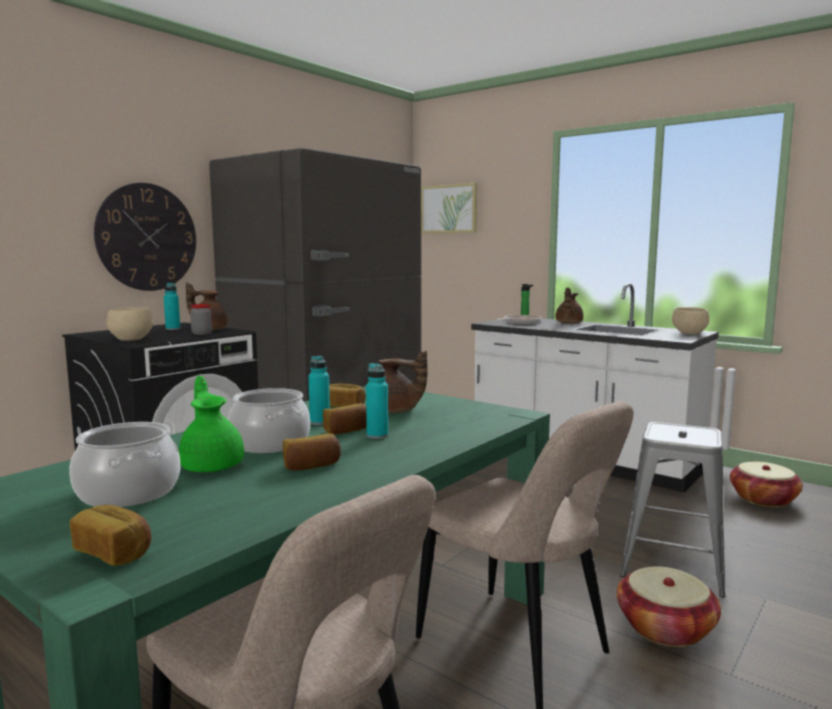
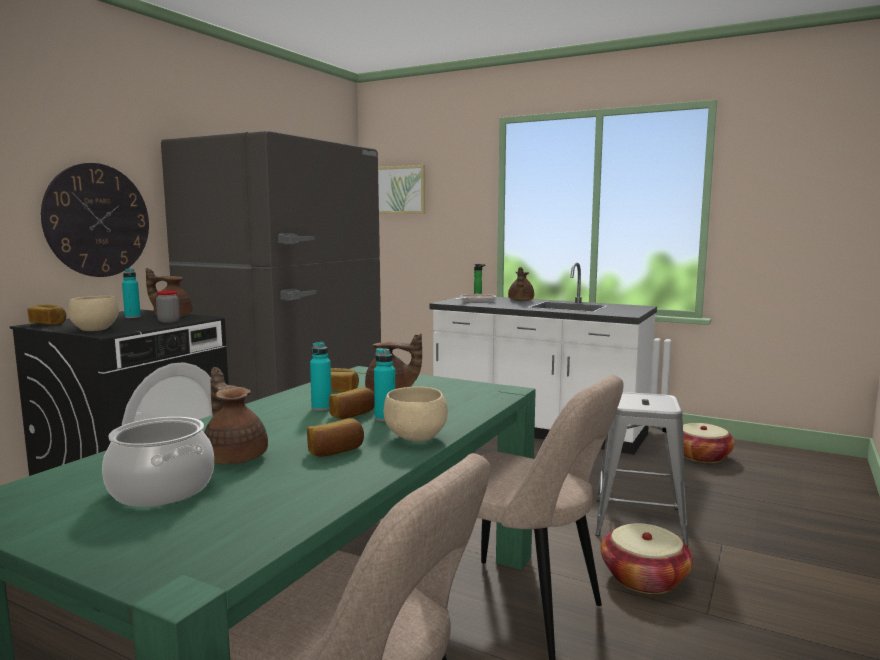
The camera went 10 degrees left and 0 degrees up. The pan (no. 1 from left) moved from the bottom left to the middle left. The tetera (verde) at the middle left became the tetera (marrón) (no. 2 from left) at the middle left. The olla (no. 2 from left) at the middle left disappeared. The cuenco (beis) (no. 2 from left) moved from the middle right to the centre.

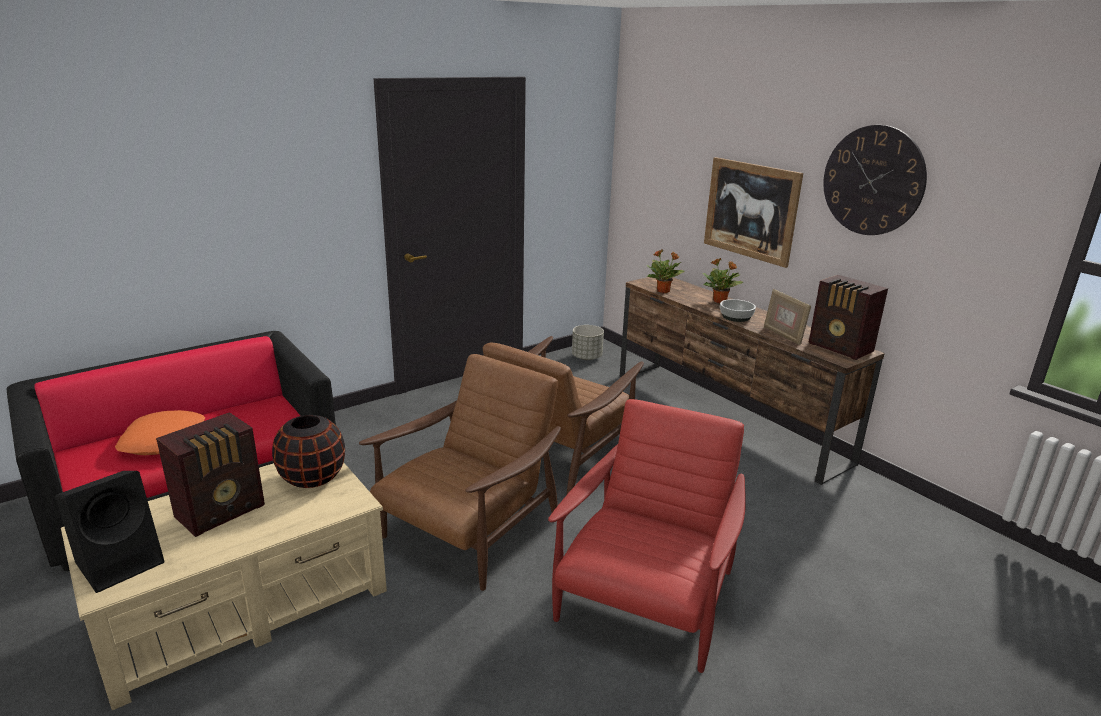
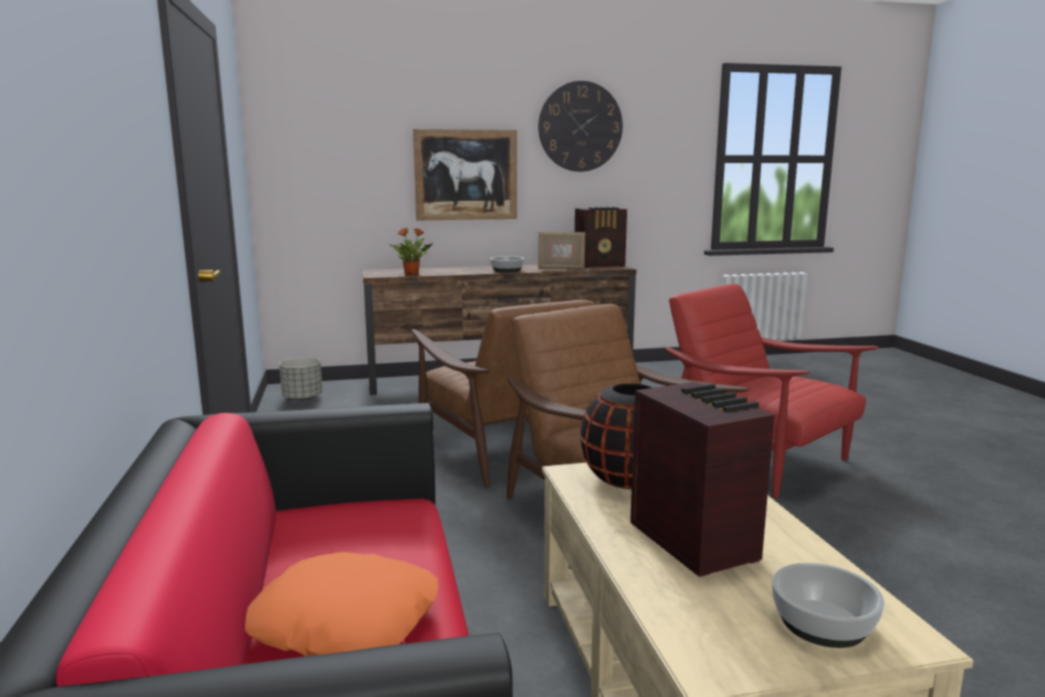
The camera went 65 degrees left and 10 degrees down. The altavoz (negro) at the bottom left was replaced by the cuenco (no. 2 from left) at the bottom right. The planta en maceta (no. 2 from left) at the centre disappeared.

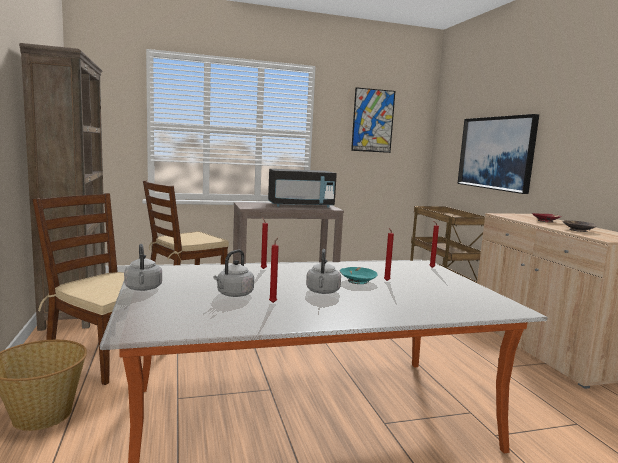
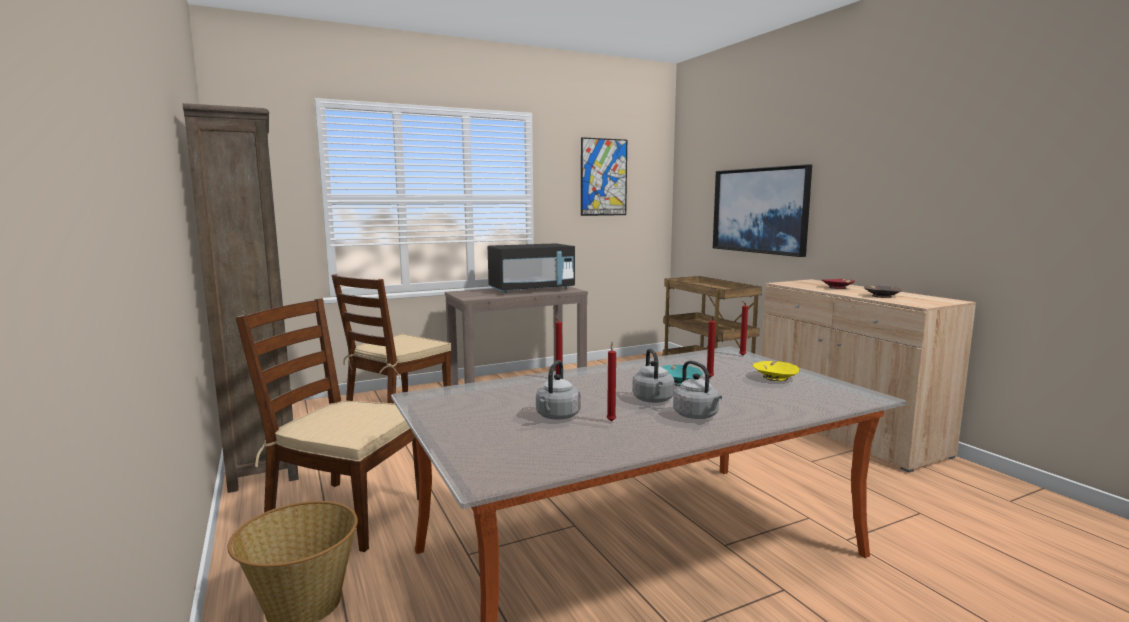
The camera went 10 degrees left and 0 degrees up. The hervidor (gris) (no. 1 from left in the first image) moved from the middle left to the centre. The cuenco (amarillo) at the middle right appeared.

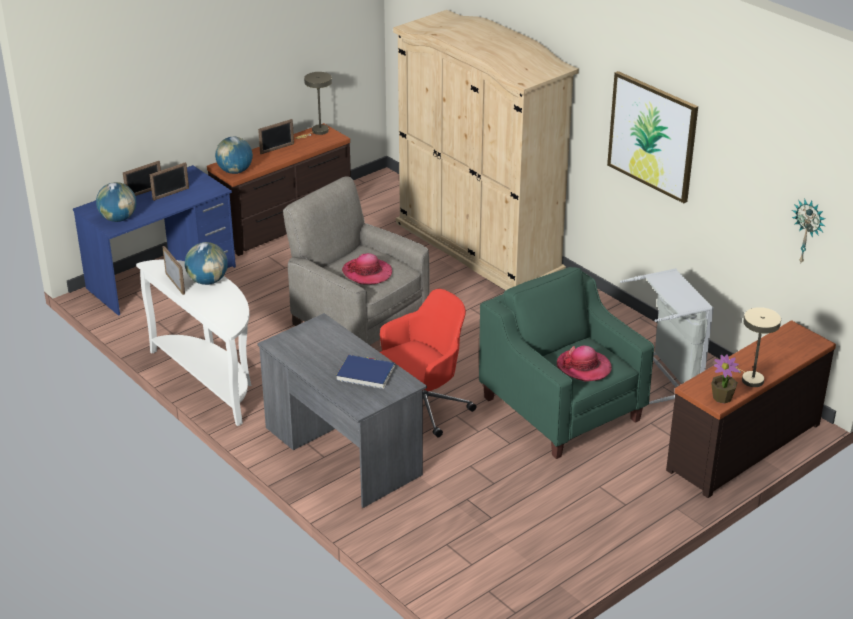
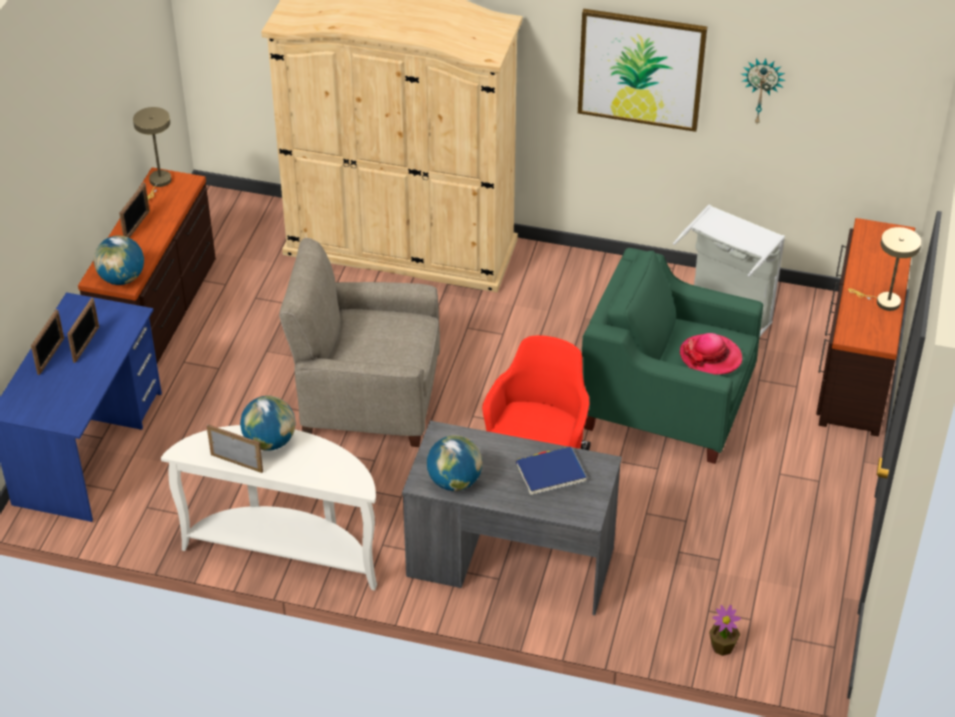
The camera went 35 degrees left and 10 degrees up. The globo terráqueo (no. 1 from left in the first image) moved from the top left to the centre. The sombrero (no. 1 from left) at the centre disappeared. The planta en maceta moved from the middle right to the bottom right. The reloj de pared moved from the middle right to the top right.

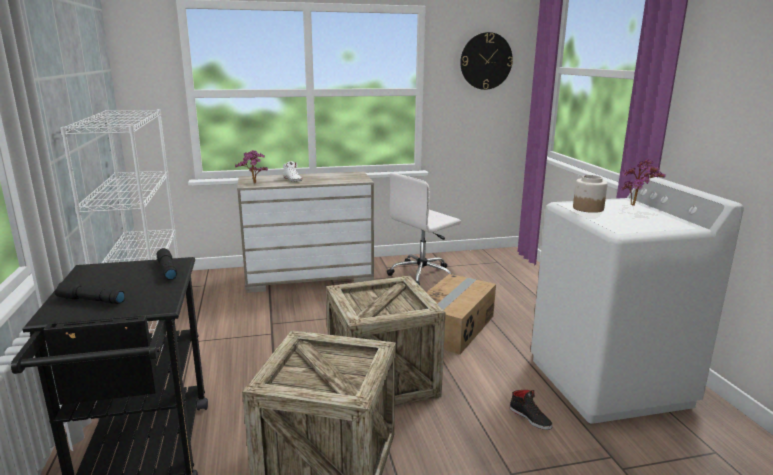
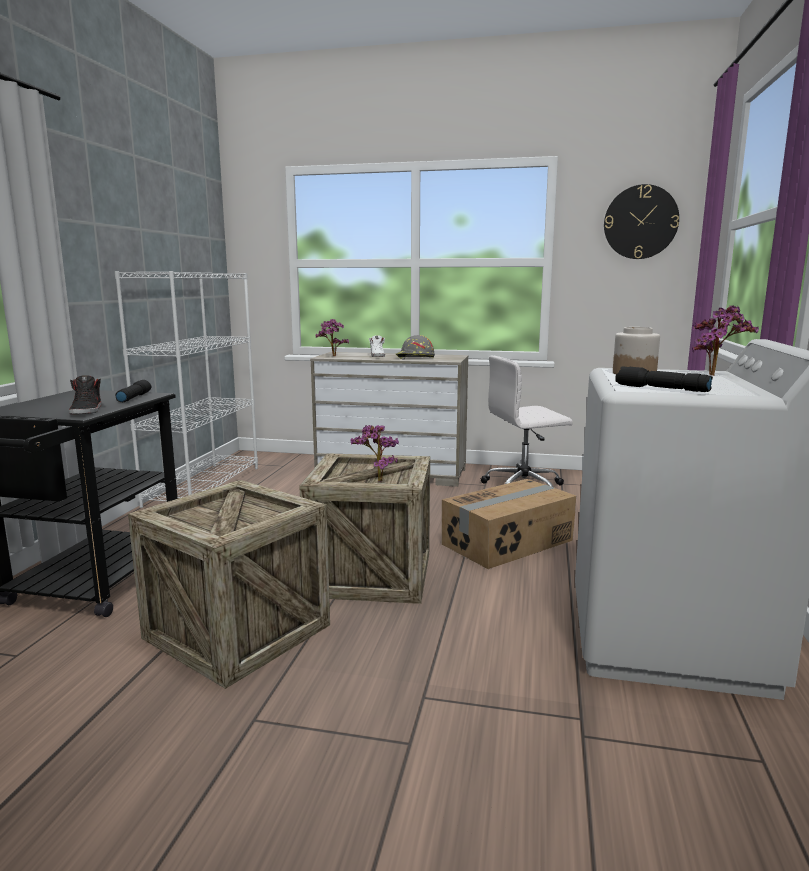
The camera went 25 degrees right and 5 degrees down. The linterna (negro) (no. 1 from left in the first image) moved from the middle left to the middle right. The zapato (negro) moved from the bottom right to the middle left. The planta en maceta (no. 2 from left) at the centre appeared. The casco (gris) at the centre appeared.

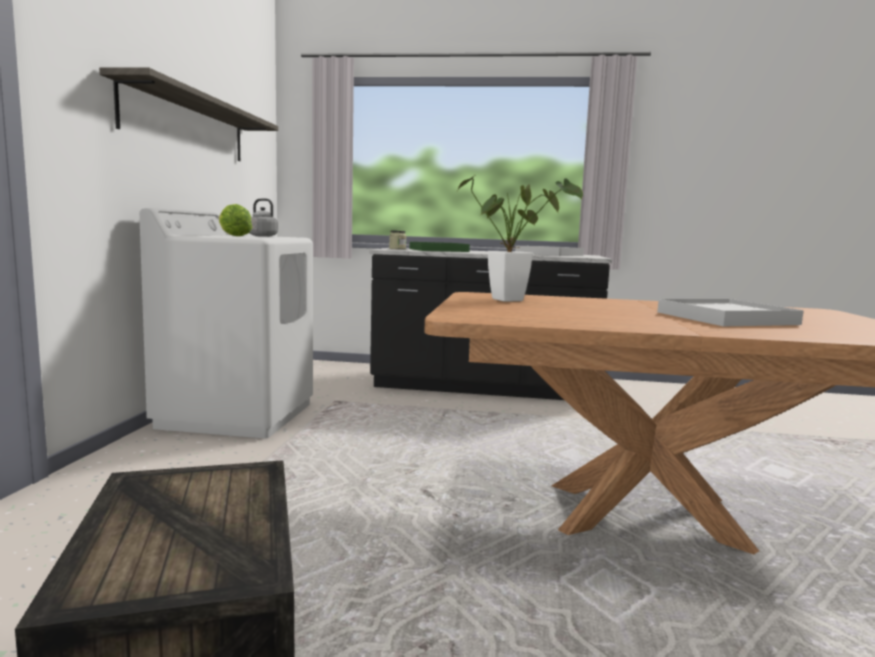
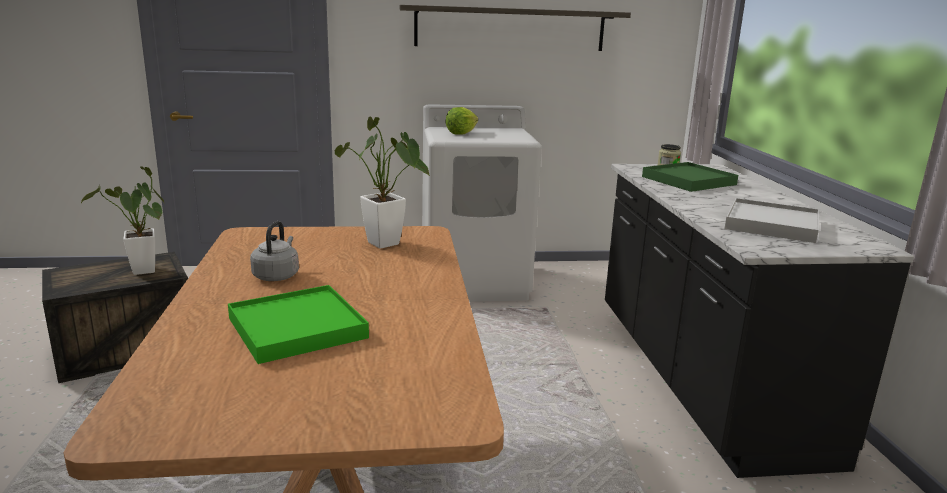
The camera went 75 degrees right and 10 degrees up. The hervidor (gris) moved from the top left to the middle left. The bandeja (blanco) (no. 2 from left) at the middle right became the bandeja (verde) (no. 1 from left) at the middle left. The planta en maceta (no. 1 from left) at the middle left appeared.

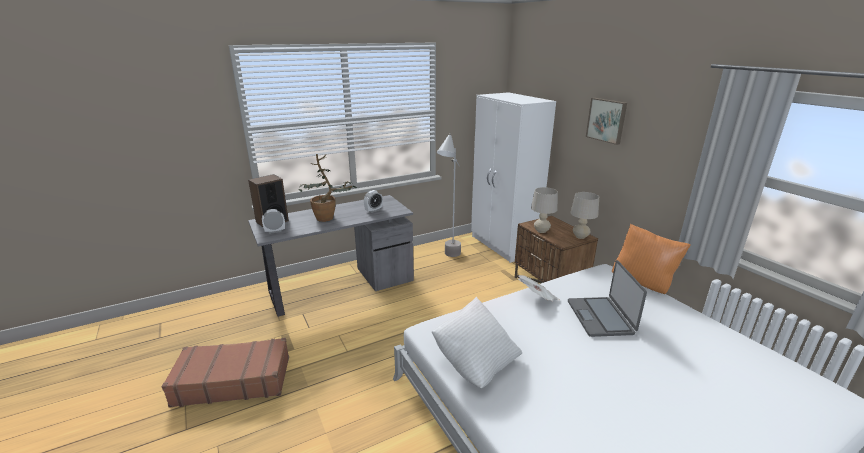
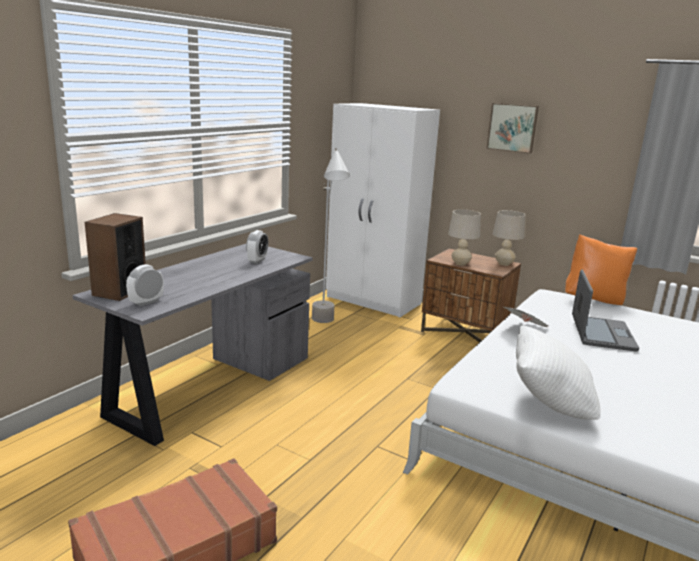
The camera went 30 degrees left and 5 degrees down. The planta en maceta at the centre disappeared. The portátil at the middle right turned 135 degrees counterclockwise.

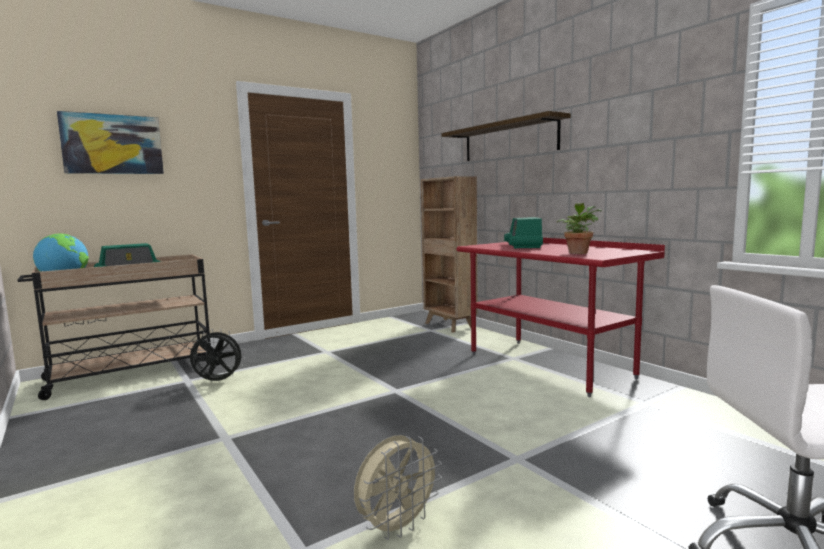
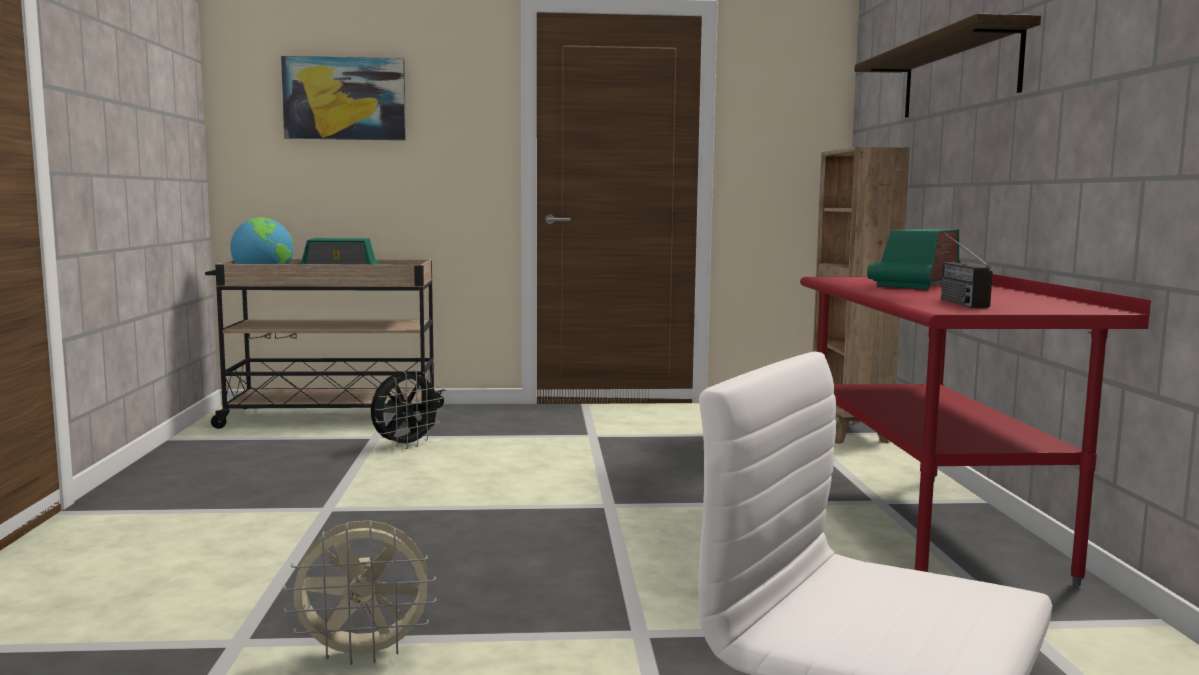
The camera went 30 degrees right and 0 degrees up. The ventilador (negro) at the middle left turned 105 degrees clockwise. The planta en maceta at the middle right was replaced by the radio (no. 3 from left) at the middle right.

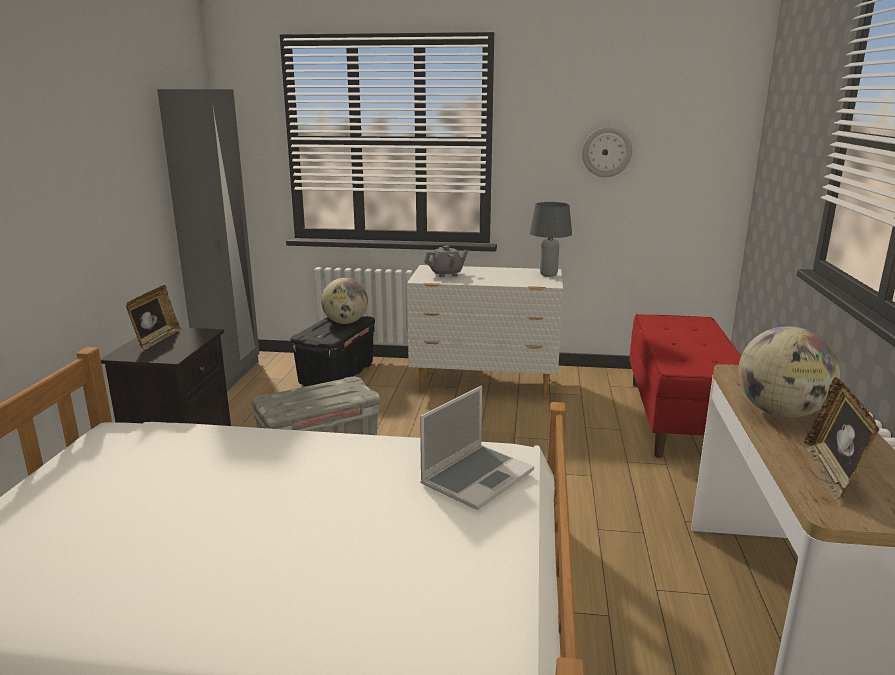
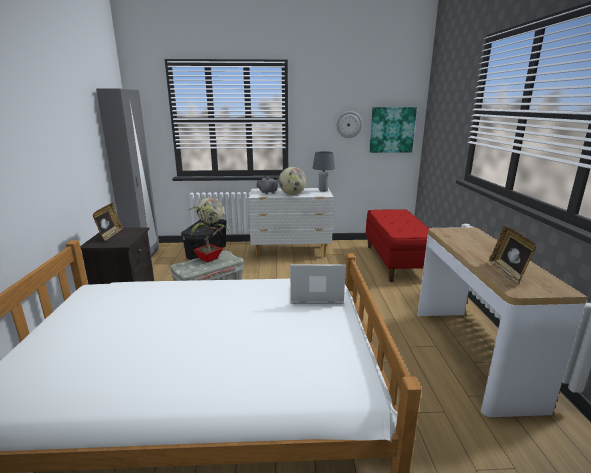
The camera went 10 degrees left and 0 degrees up. The portátil at the centre turned 120 degrees counterclockwise. The globo terráqueo (no. 2 from left) moved from the middle right to the centre. The planta en maceta at the centre appeared. The cuadro at the top centre appeared.

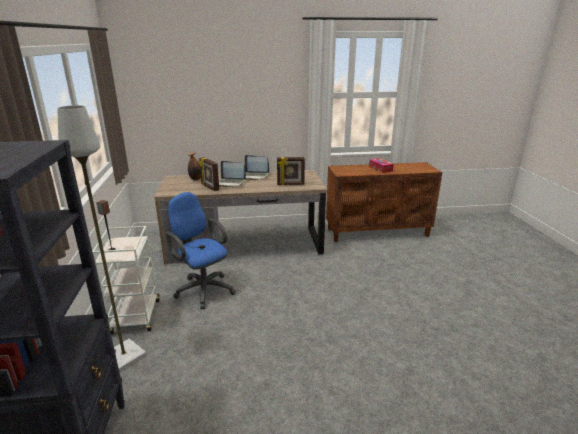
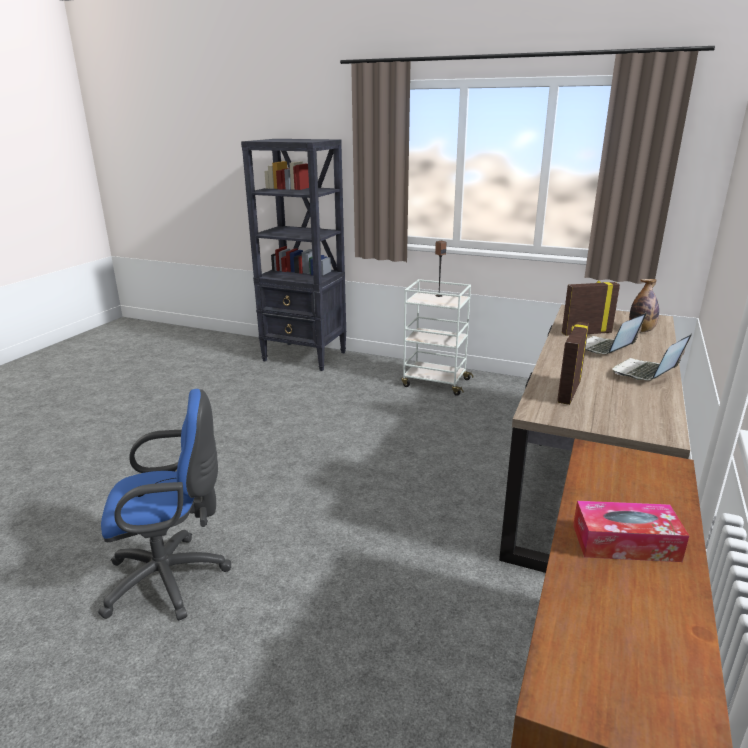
The camera went 120 degrees right and 0 degrees up. The lámpara de pie (gris) at the middle left disappeared. The silla de oficina (azul) moved from the centre to the bottom left.

